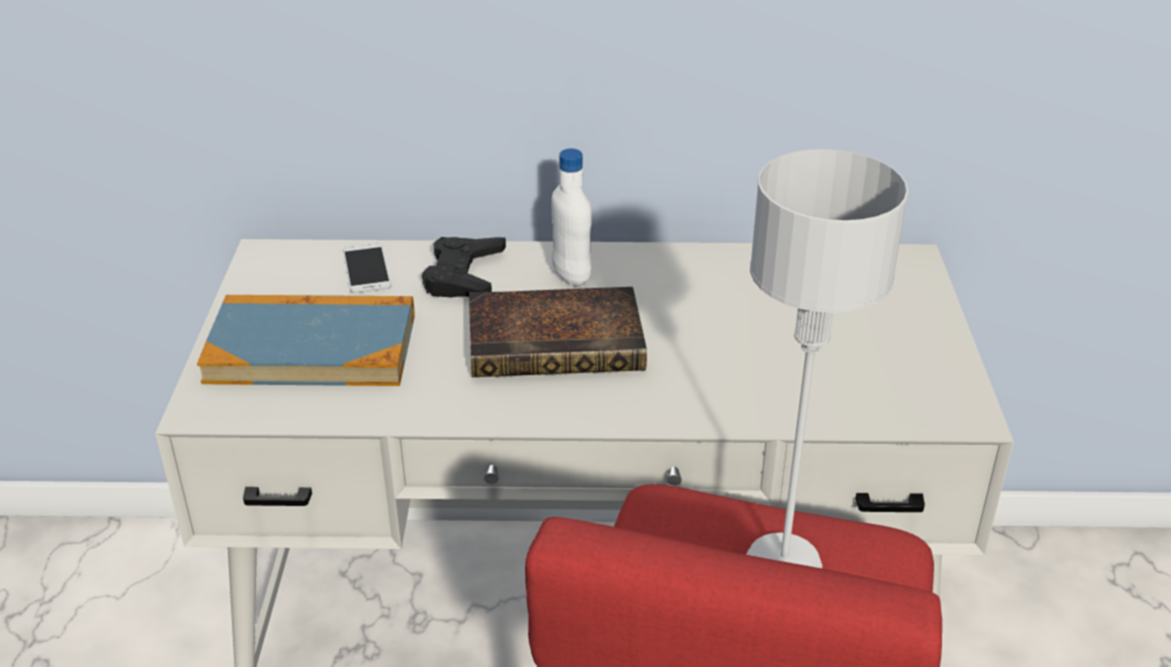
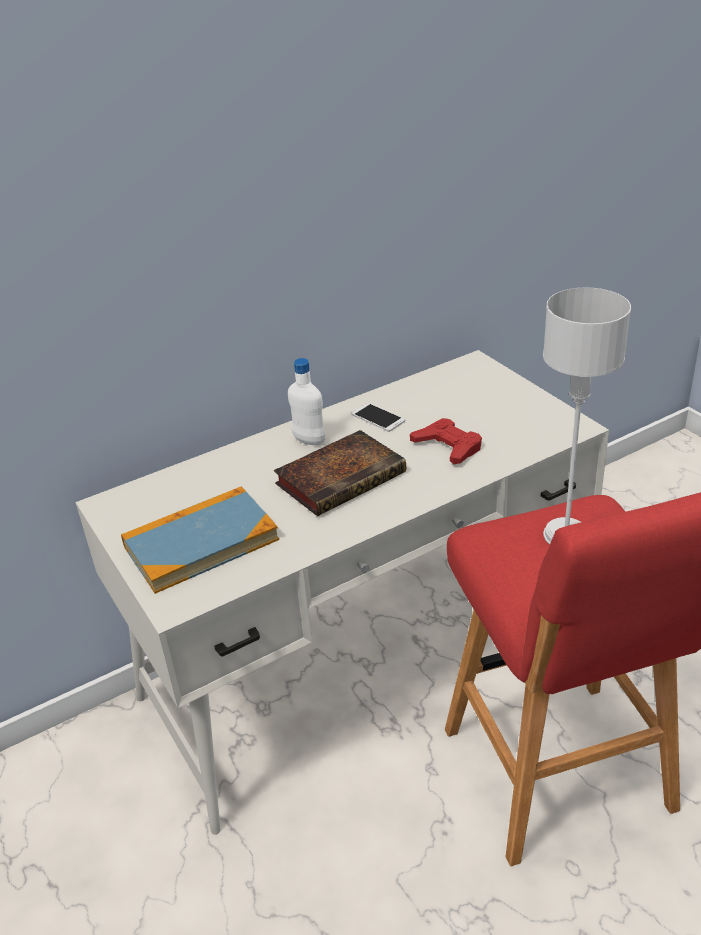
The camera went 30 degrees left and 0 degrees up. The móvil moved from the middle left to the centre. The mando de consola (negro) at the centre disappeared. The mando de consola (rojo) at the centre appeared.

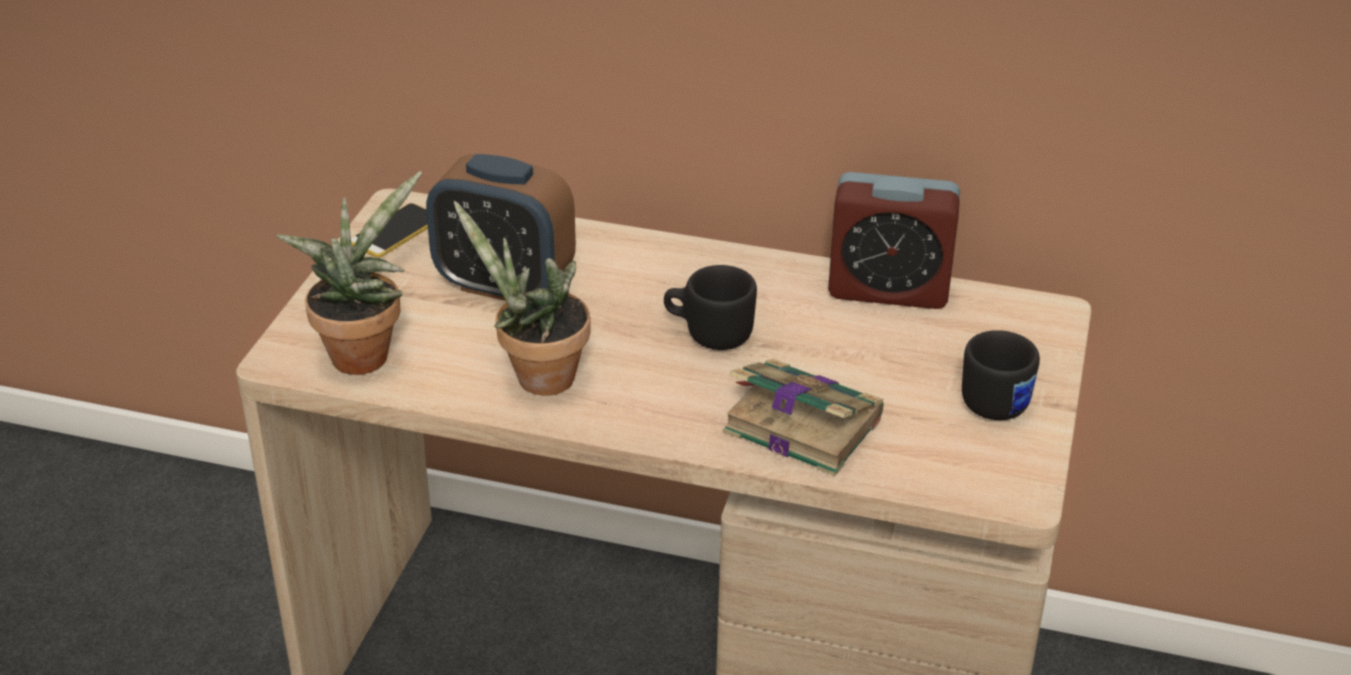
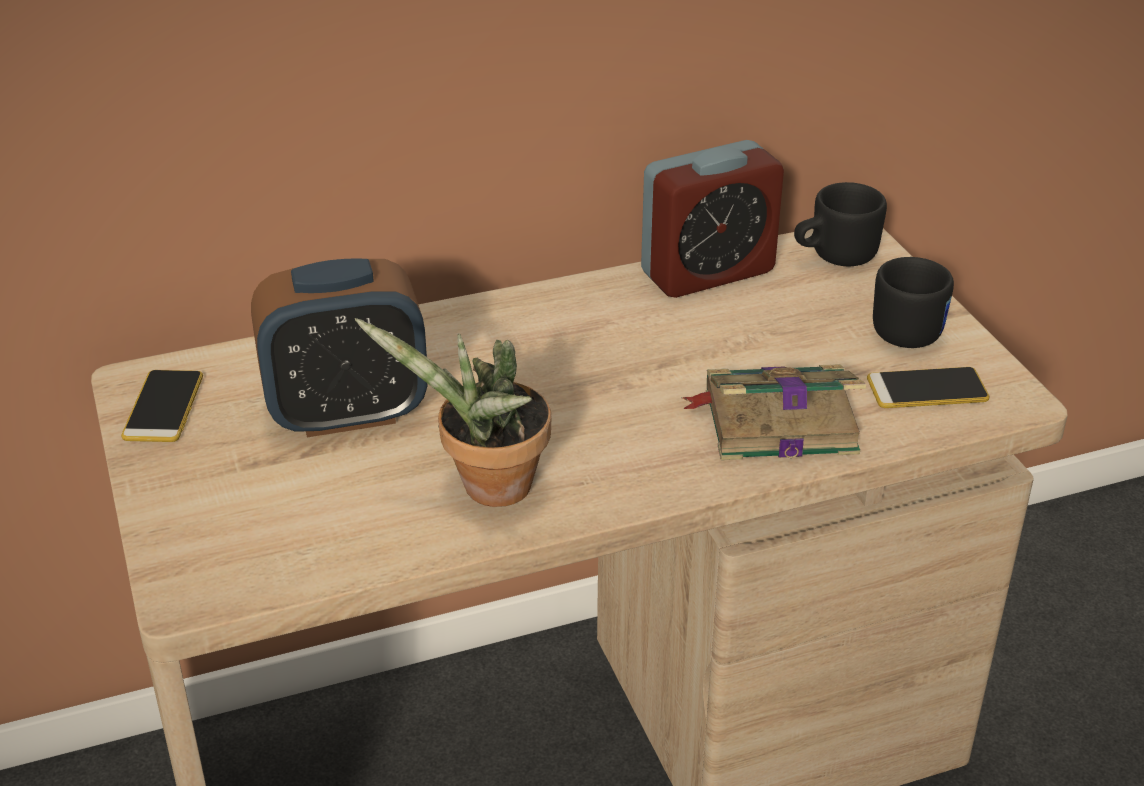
The camera went 35 degrees left and 0 degrees up. The planta en maceta (no. 1 from left) at the middle left disappeared. The taza grande (negro) (no. 1 from left) moved from the centre to the top right. The móvil (no. 2 from left) at the middle right appeared.

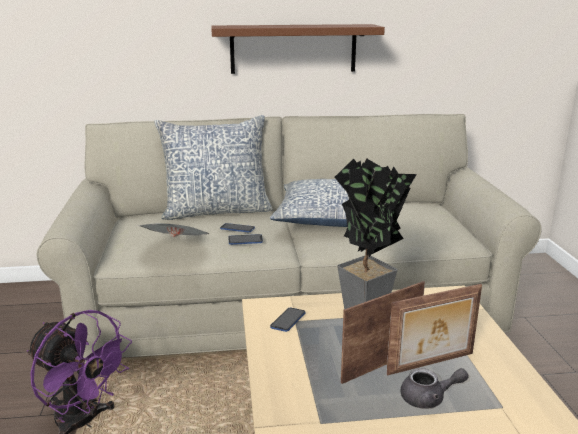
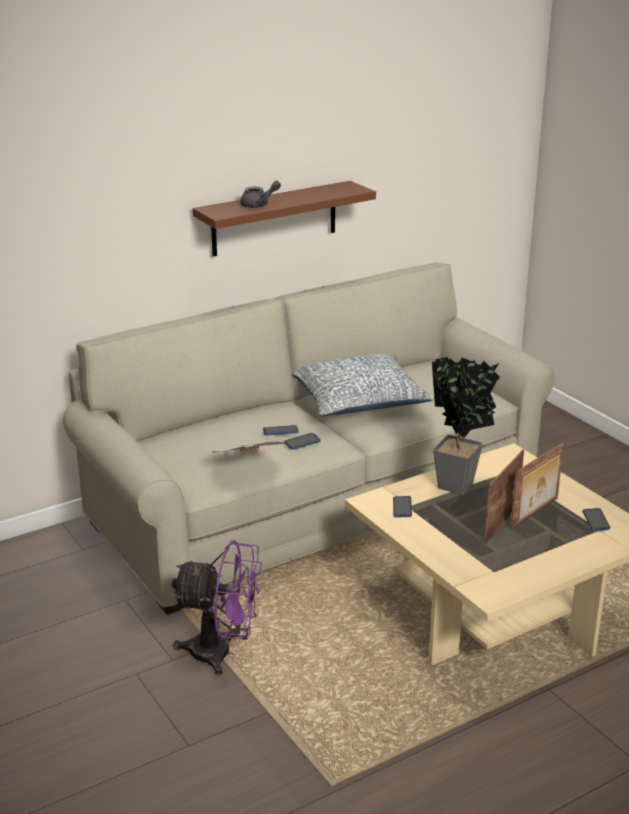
The camera went 25 degrees left and 5 degrees up. The cojín (no. 1 from left) at the centre disappeared. The tetera (gris) moved from the bottom right to the top centre. The móvil (no. 4 from left) at the middle right appeared.

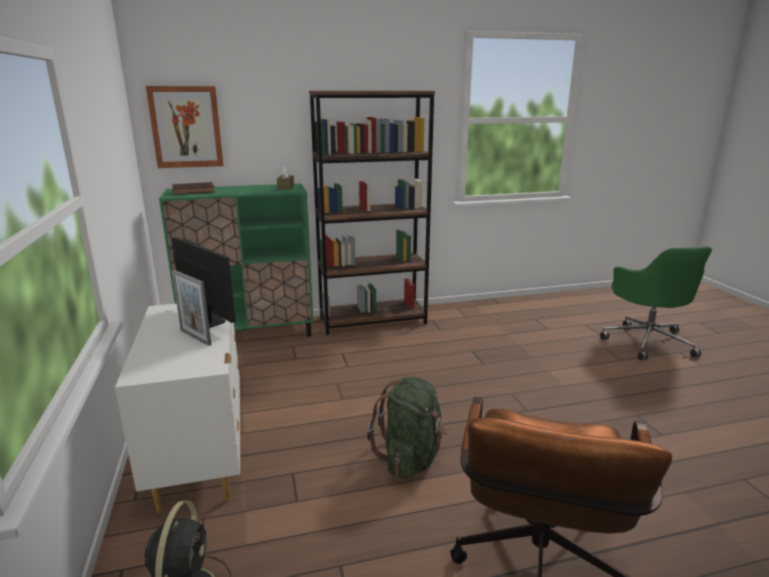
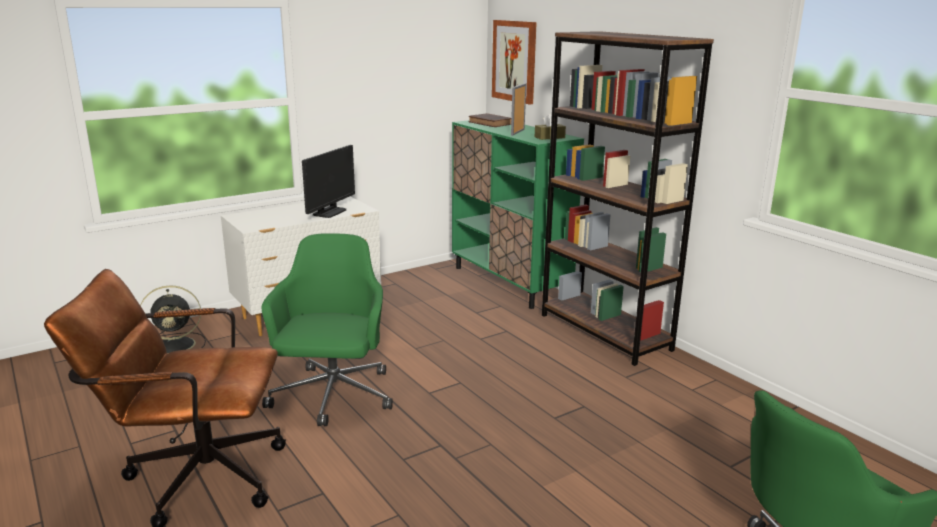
The camera went 70 degrees right and 0 degrees up. The portarretratos moved from the middle left to the top centre. The mochila (verde) at the bottom centre was replaced by the silla de oficina (verde) (no. 1 from left) at the centre.

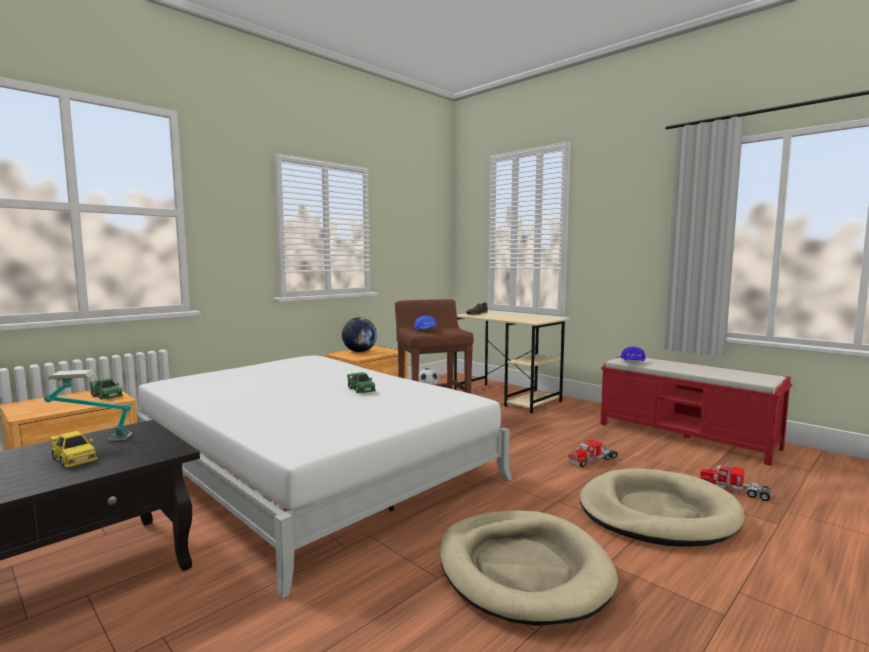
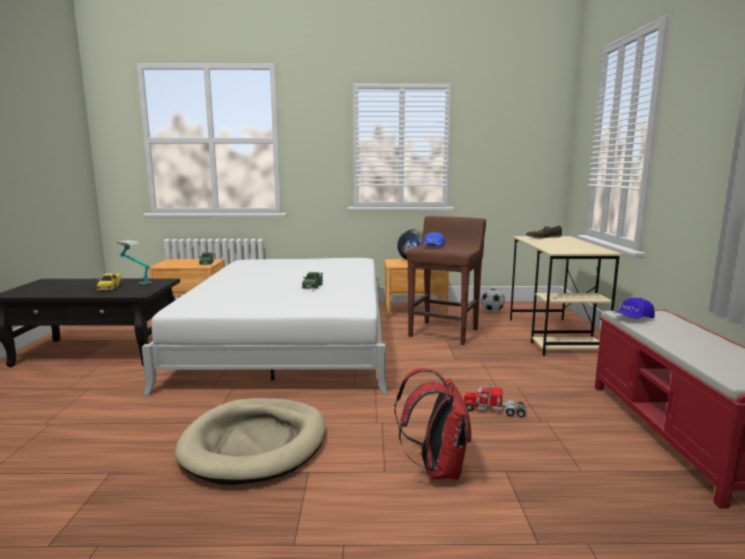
The camera went 45 degrees right and 5 degrees up. The cama para perro (beis) (no. 2 from left) at the bottom right was replaced by the mochila (rojo) at the bottom centre. The camión de juguete (no. 2 from left) at the bottom right disappeared.

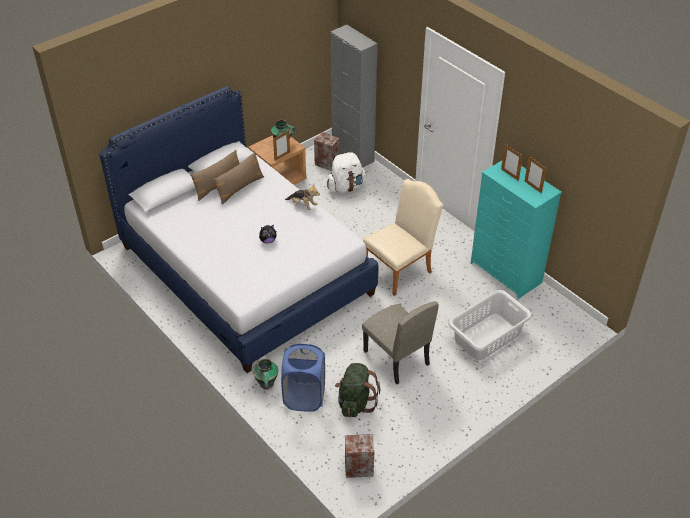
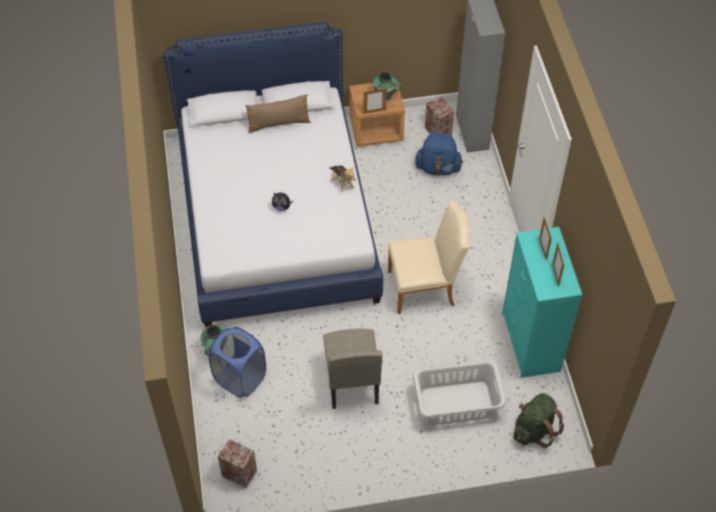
The camera went 30 degrees right and 10 degrees up. The cojín (marrón) (no. 2 from left) at the centre disappeared. The mochila (blanco) at the top centre became the mochila (azul) at the top centre. The mochila (verde) moved from the bottom centre to the bottom right.

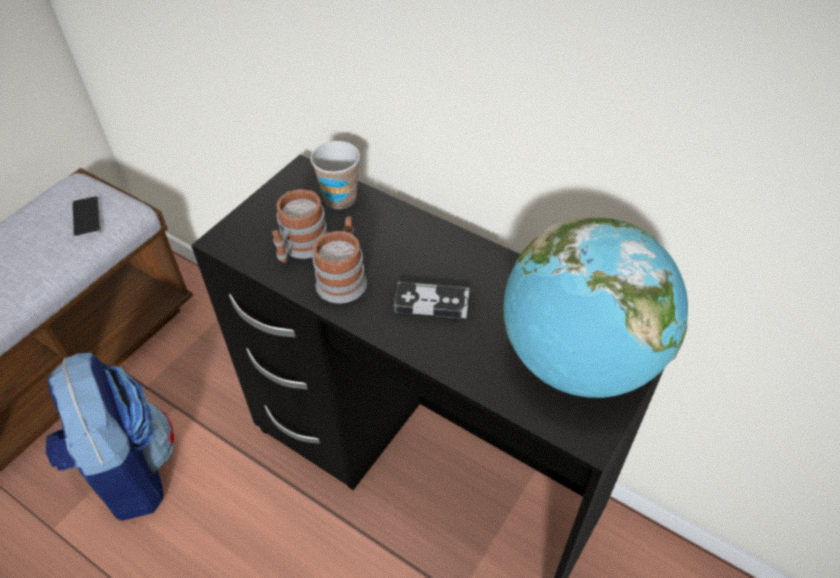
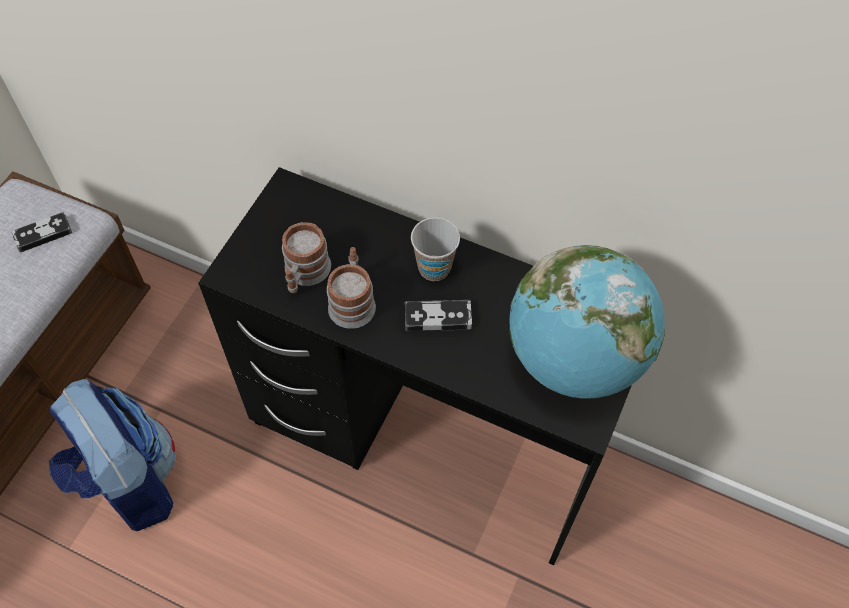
The camera went 10 degrees left and 10 degrees up. The móvil at the middle left was replaced by the mando de consola (no. 1 from left) at the middle left. The taza moved from the top centre to the centre.

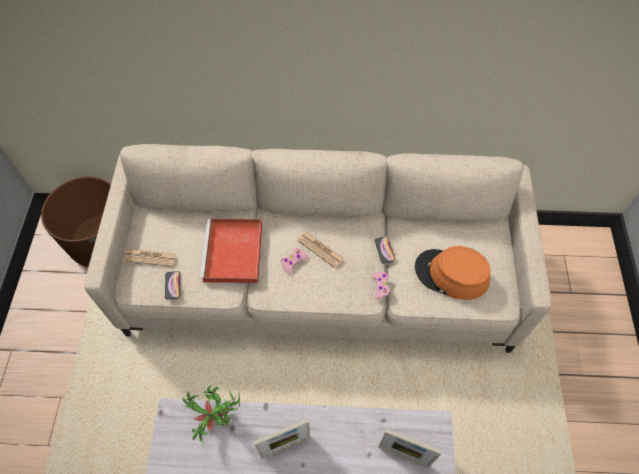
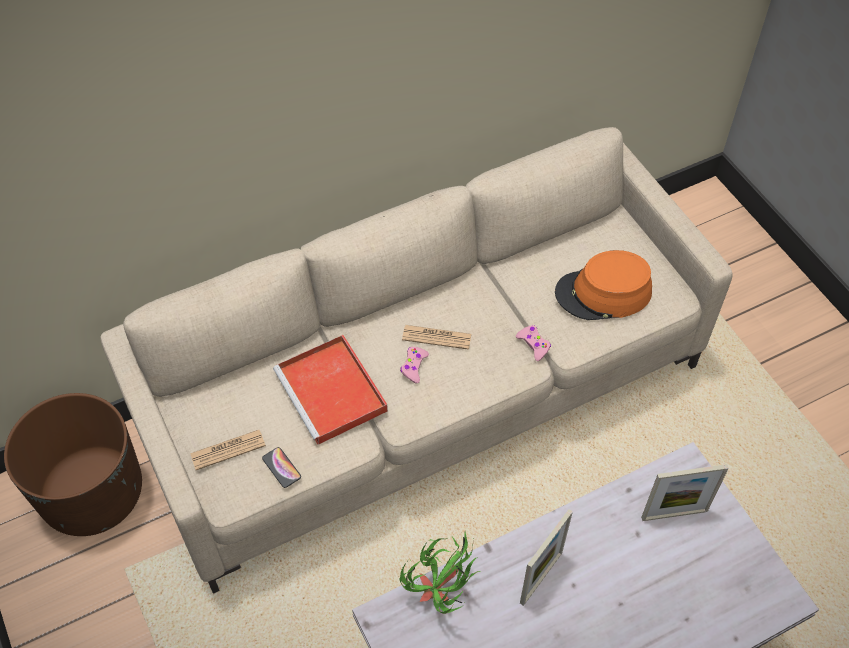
The camera went 30 degrees left and 5 degrees down. The móvil (no. 2 from left) at the centre disappeared.

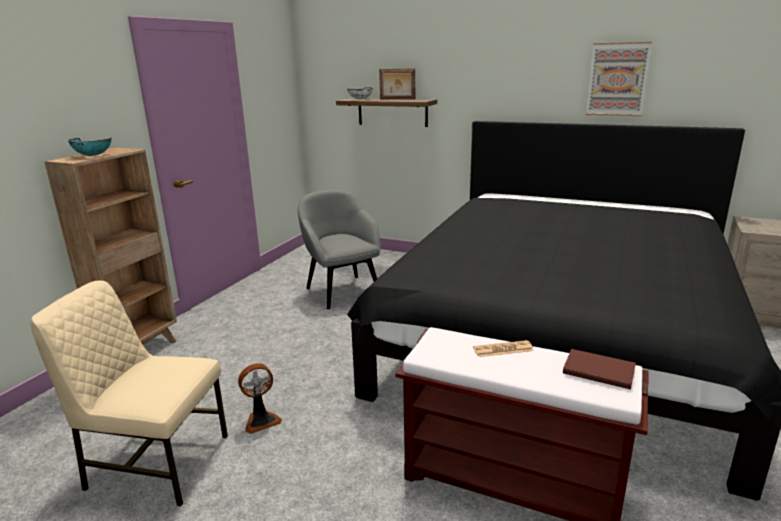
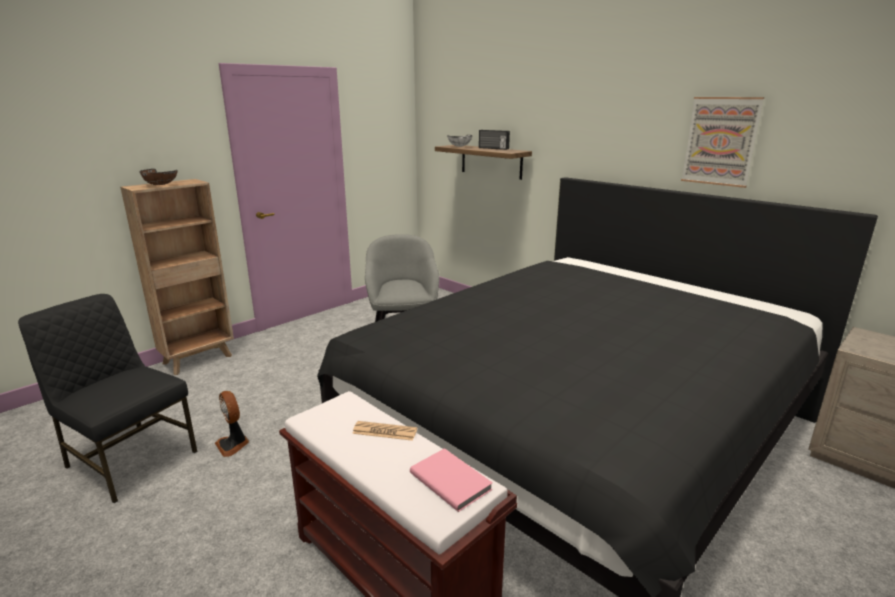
The camera went 20 degrees right and 0 degrees up. The silla (beis) at the bottom left became the silla (negro) at the bottom left. The cuenco (turquesa) at the top left became the cuenco (marrón) at the top left. The ventilador at the bottom left turned 60 degrees clockwise. The portarretratos at the top centre was replaced by the radio at the top centre. The libro (marrón) at the bottom right became the libro (rosa) at the bottom centre.

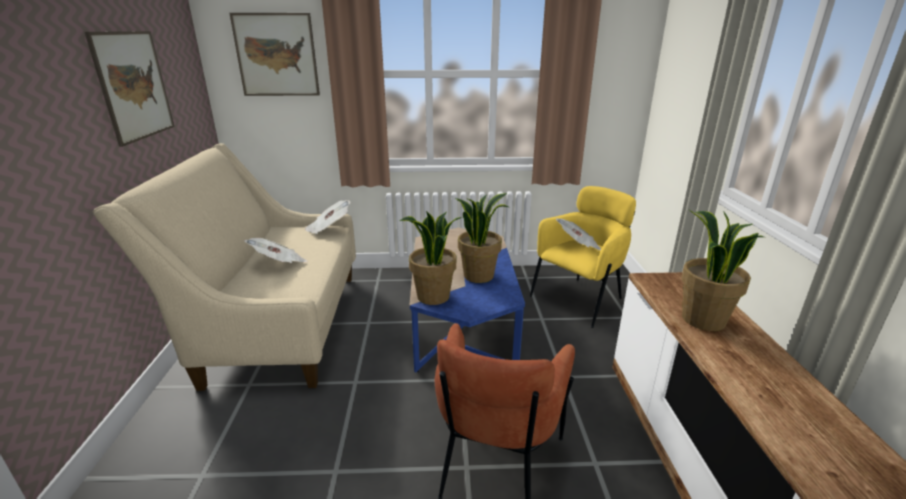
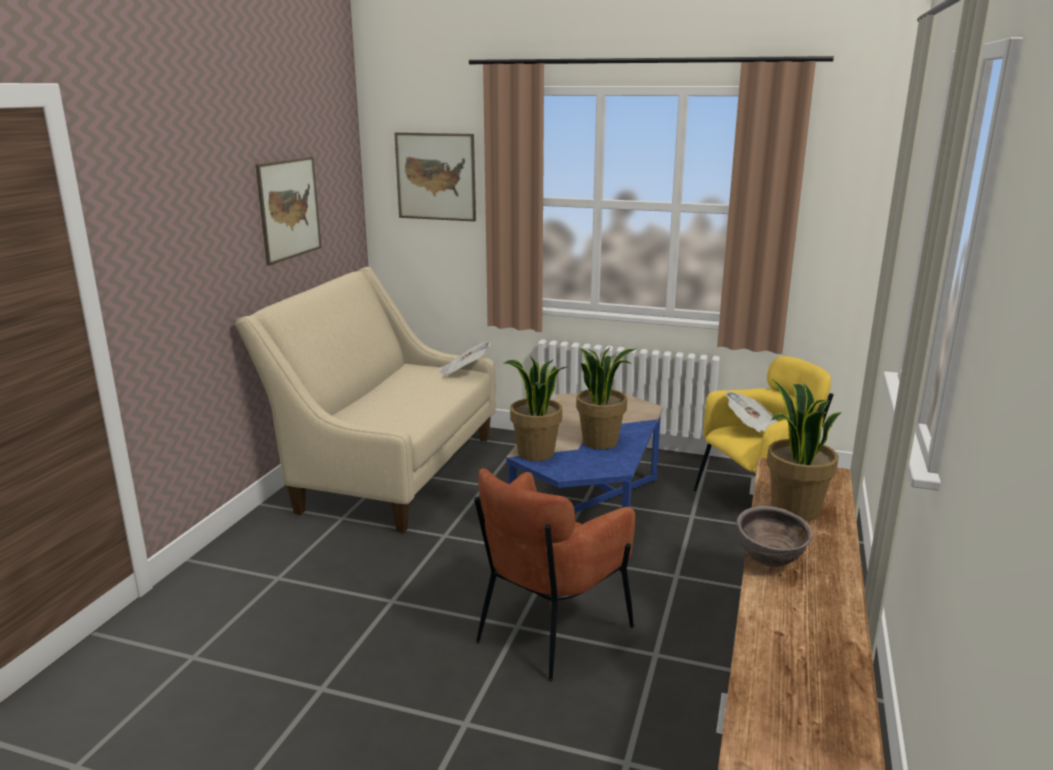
The camera went 20 degrees right and 5 degrees down. The periódico (no. 1 from left) at the middle left disappeared. The cuenco (marrón) at the bottom right appeared.

